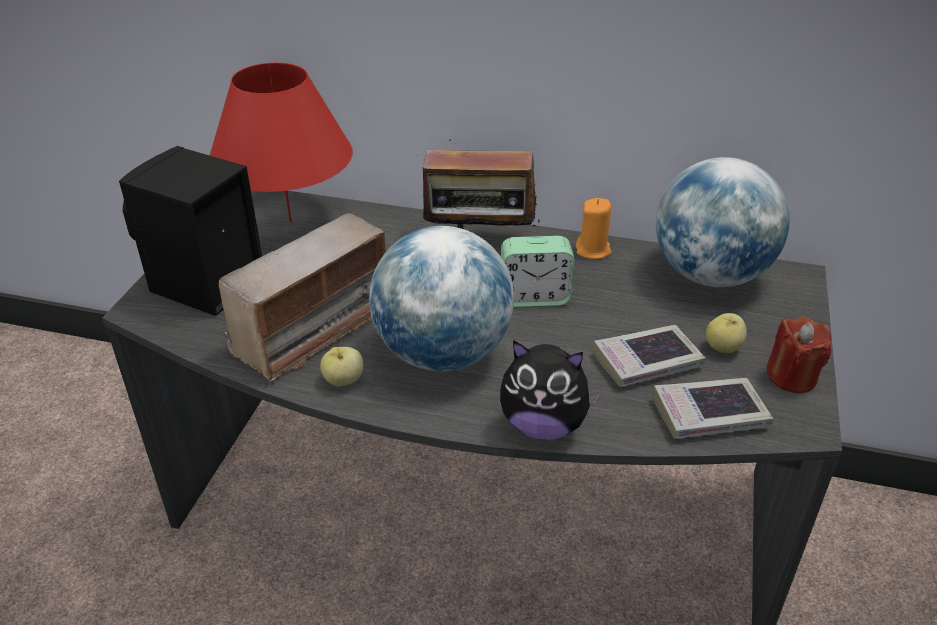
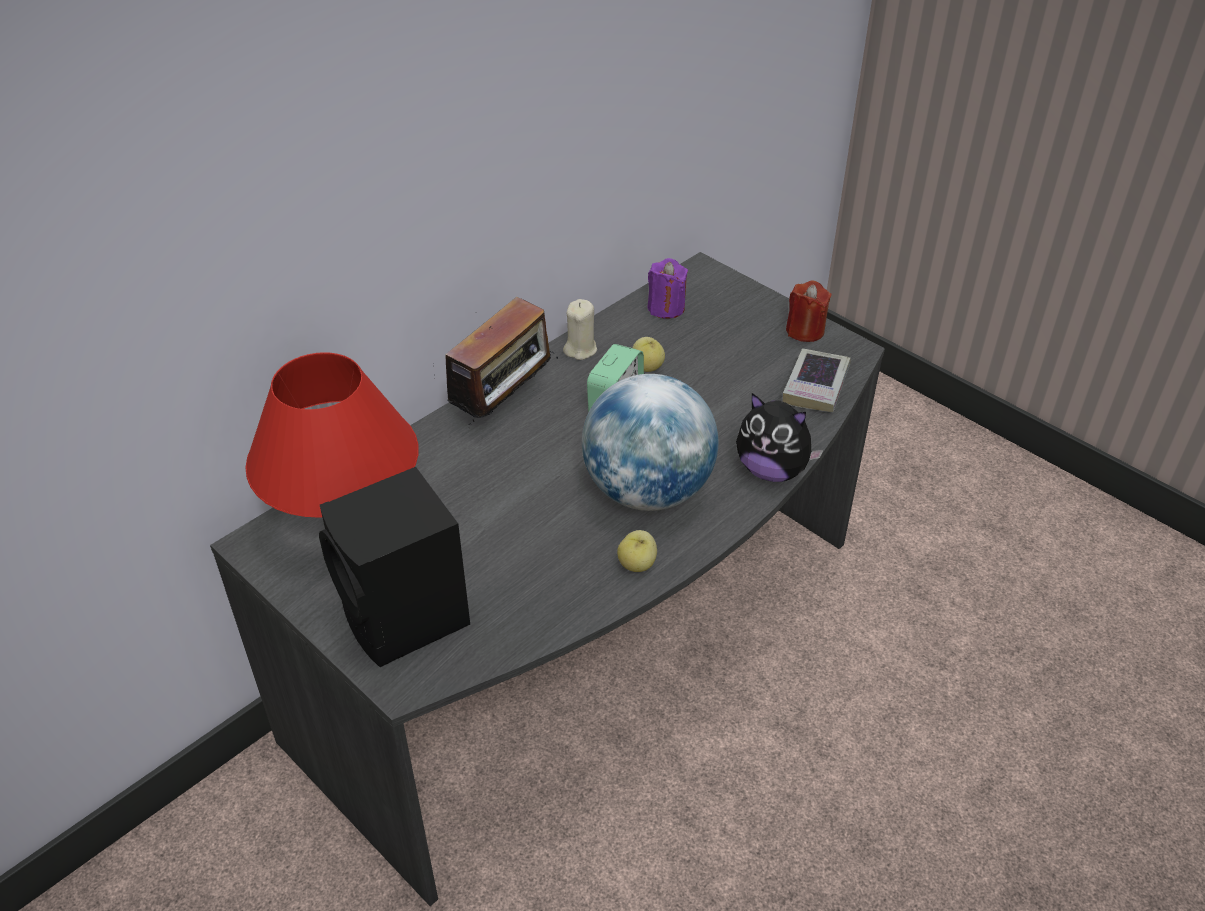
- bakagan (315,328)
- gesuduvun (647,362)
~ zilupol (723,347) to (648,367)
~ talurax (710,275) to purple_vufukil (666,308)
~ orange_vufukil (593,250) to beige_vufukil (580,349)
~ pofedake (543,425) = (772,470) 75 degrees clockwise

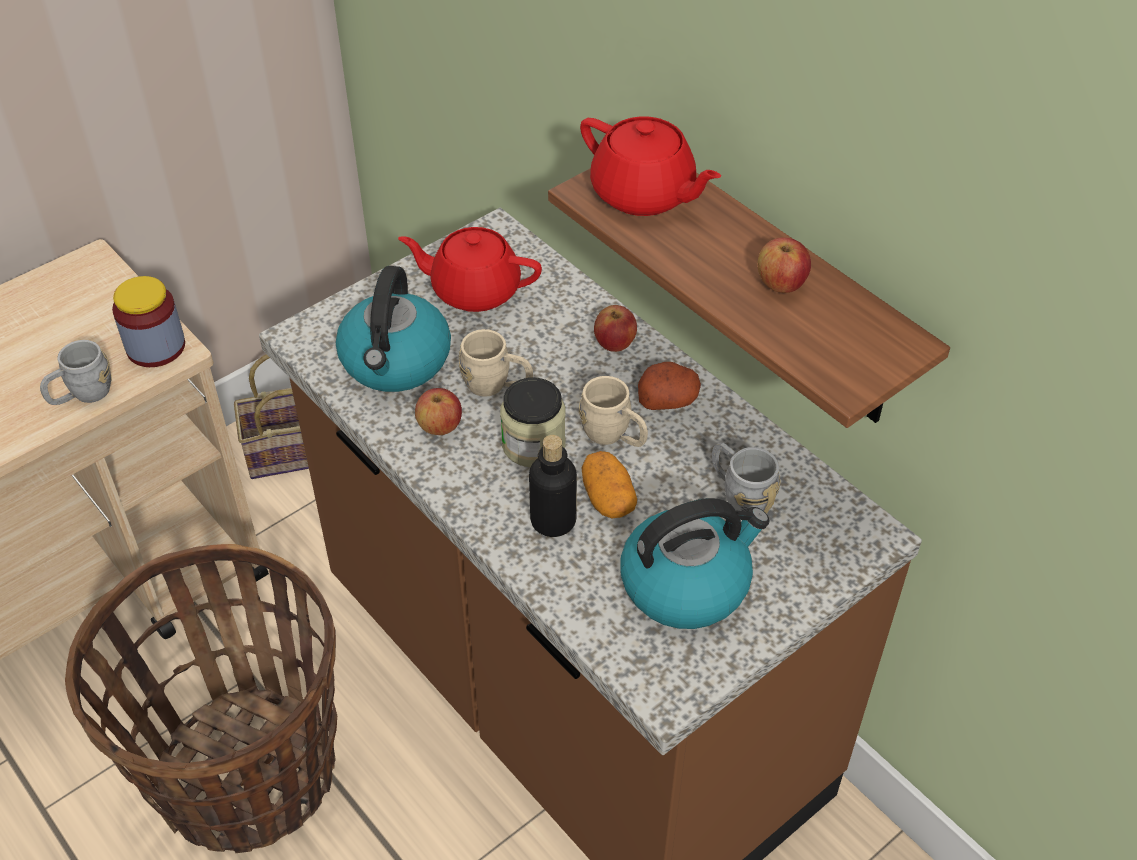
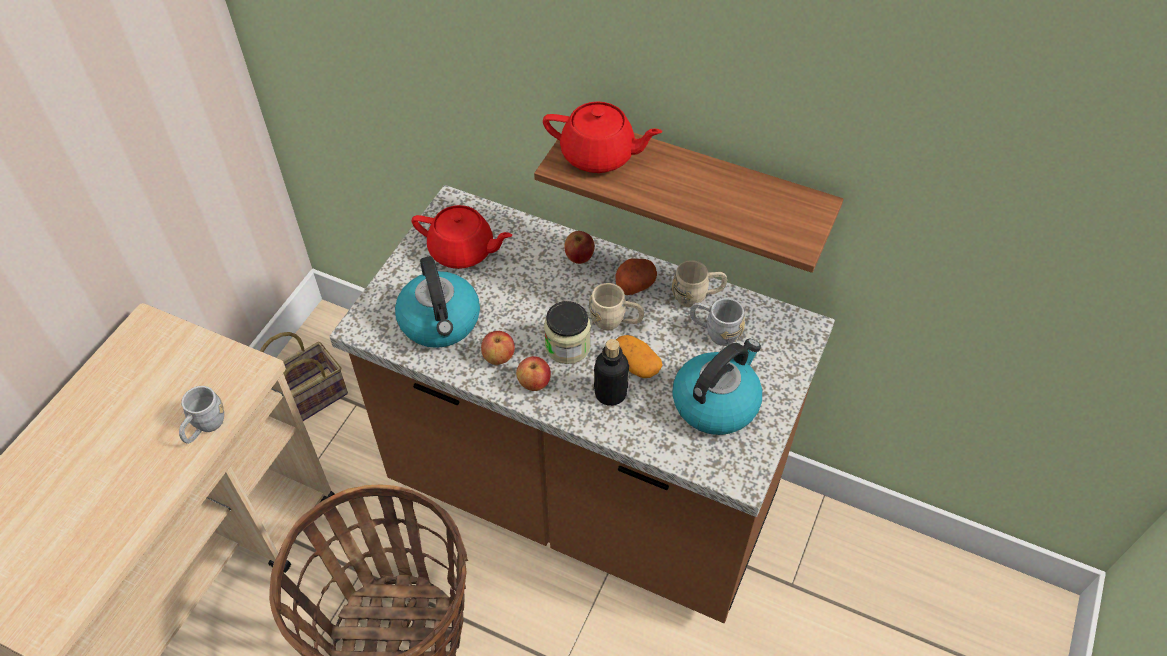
- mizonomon (156,347)
~ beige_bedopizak (496,386) to (697,296)
~ zilupol (781,284) to (534,383)
~ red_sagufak (474,290) = (463,251) 150 degrees counterclockwise

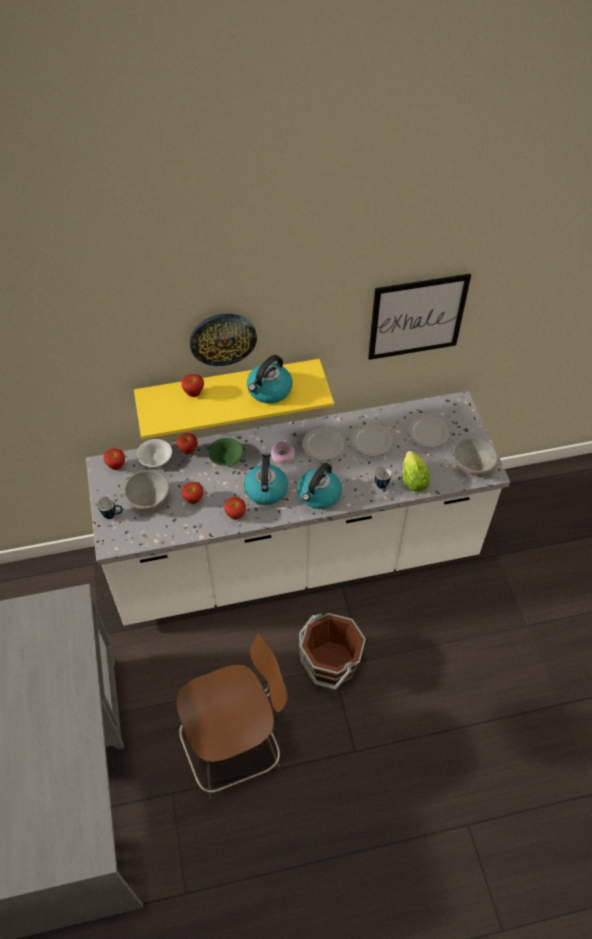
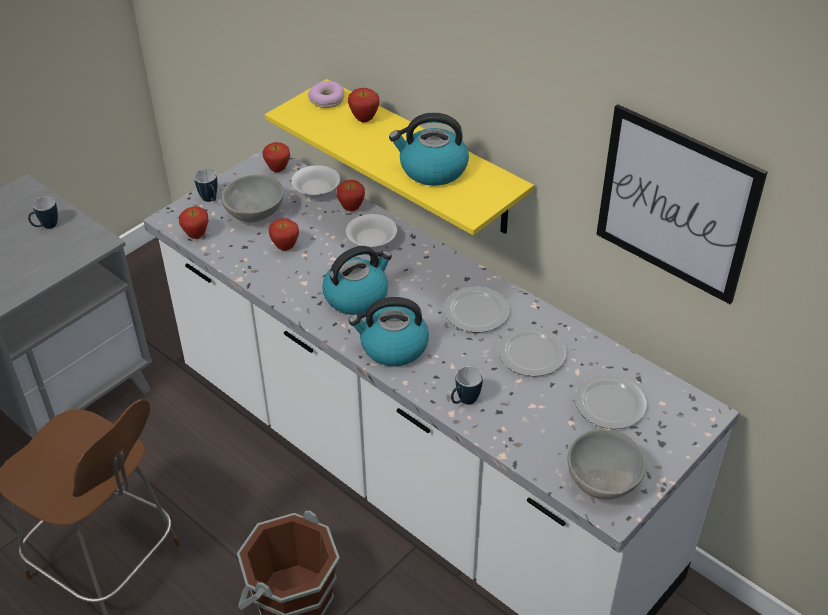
- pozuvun (223,338)
- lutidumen (413,478)
+ bedopizak (46,227)
~ zilupol (236,516) to (196,235)
~ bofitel (283,455) to (327,100)
~ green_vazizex (226,457) to white_vazizex (371,241)

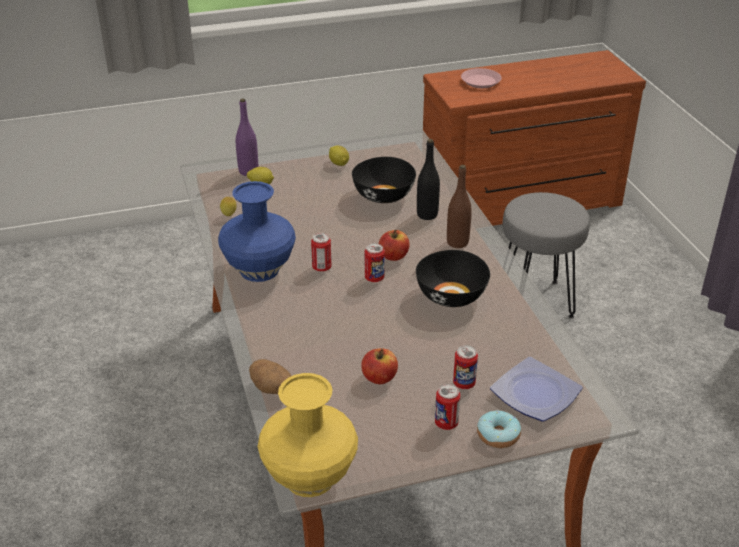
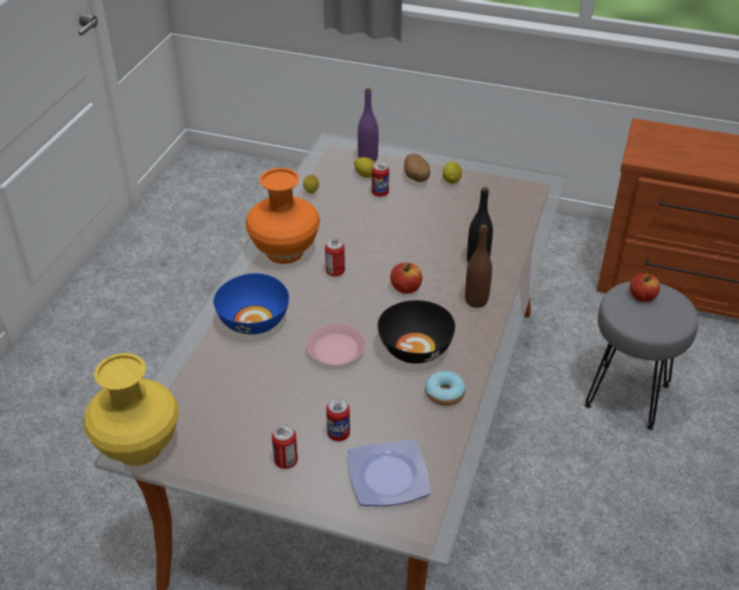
- black_vazizex (383,196)
+ blue_vazizex (254,321)
~ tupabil (272,389) to (417,178)
~ zilupol (379,377) to (642,297)
~ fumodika (374,278) to (380,193)
~ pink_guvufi (480,81) to (335,349)
~ bofitel (498,435) to (444,393)
~ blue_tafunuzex (260,270) to orange_tafunuzex (285,252)

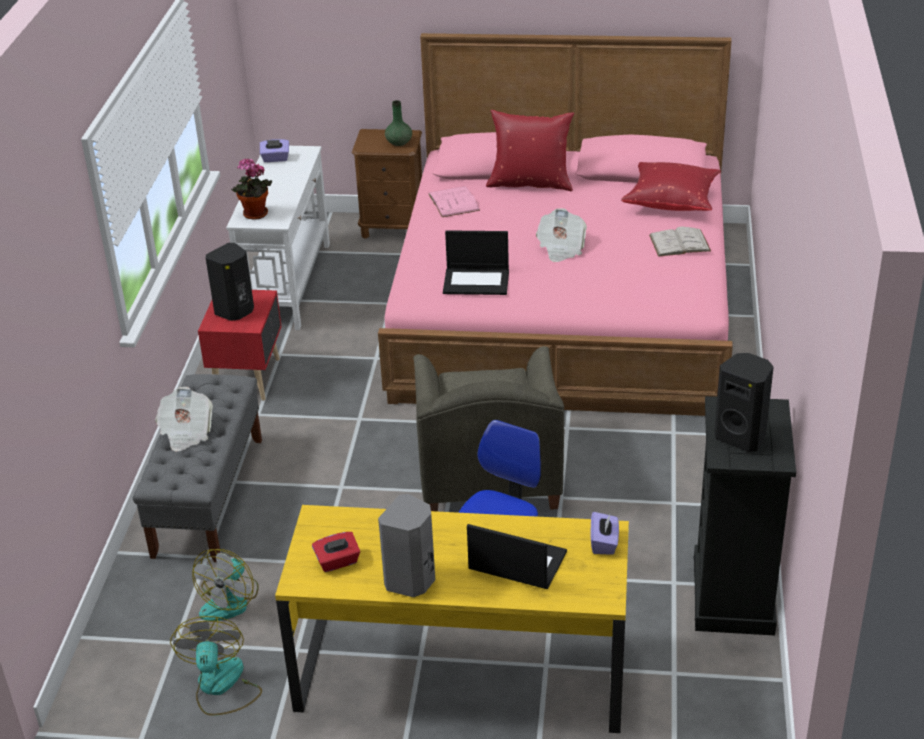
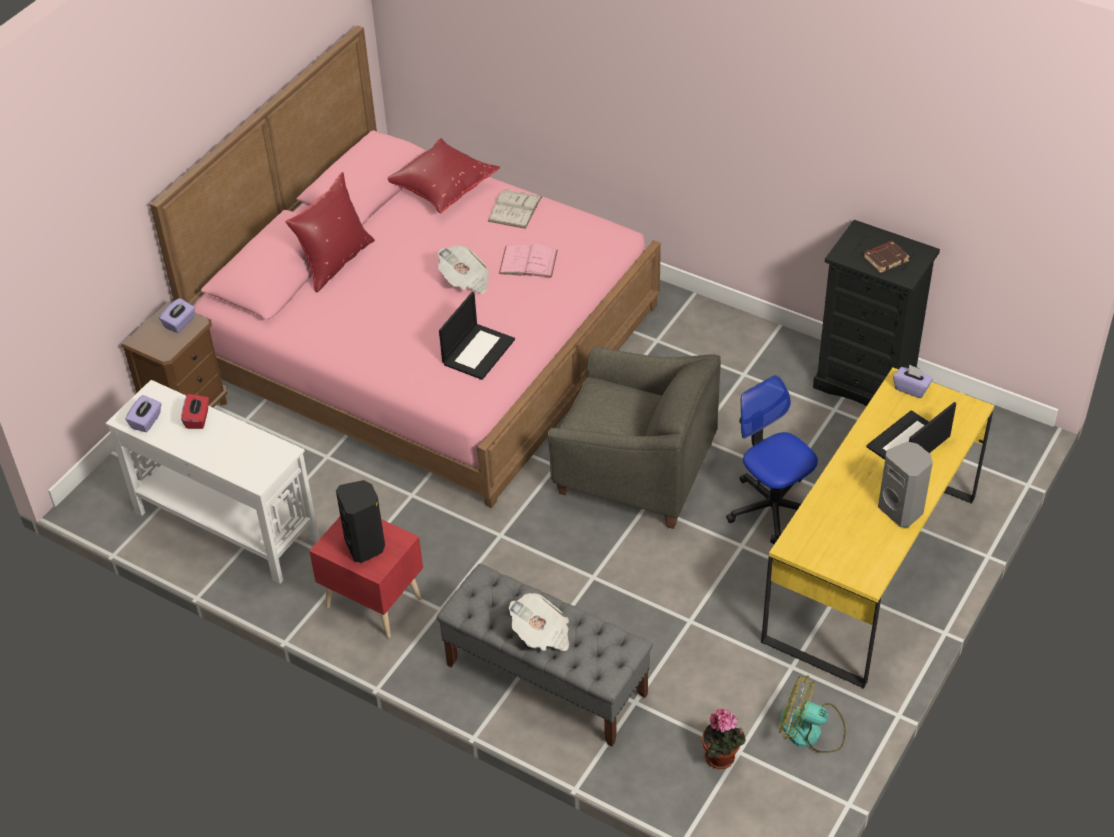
- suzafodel (230,600)
~ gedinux (254,215) to (722,759)
~ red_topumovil (337,562) to (198,419)
~ pink_gesuduvun (453,202) to (528,262)
~ green_tafunuzex (399,142) to purple_topumovil (180,323)
~ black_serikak (741,437) to brown_gesuduvun (885,259)

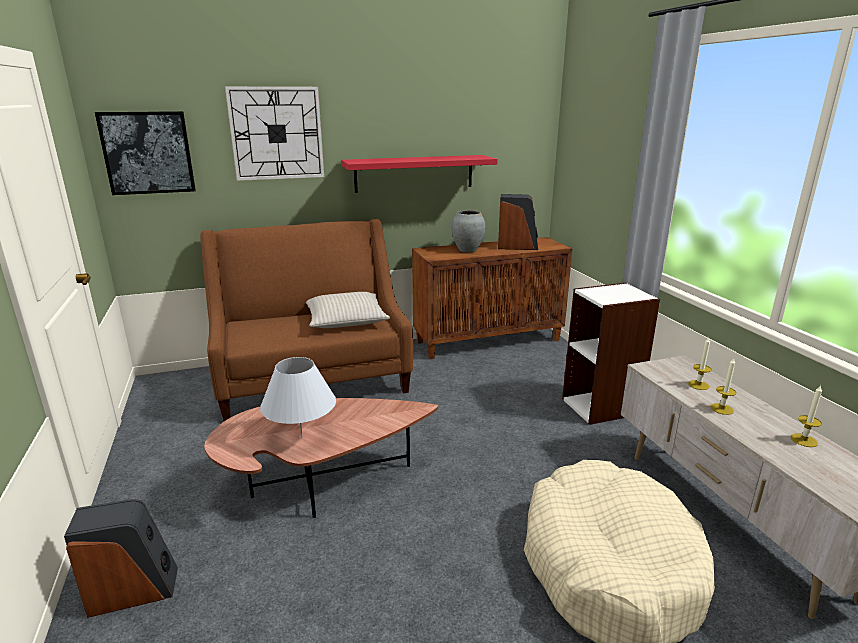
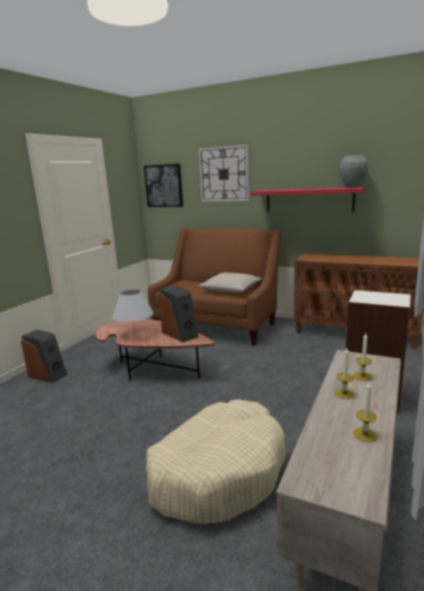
~ grey_tafunuzex (467,250) to (352,187)
~ serikak (517,246) to (180,334)

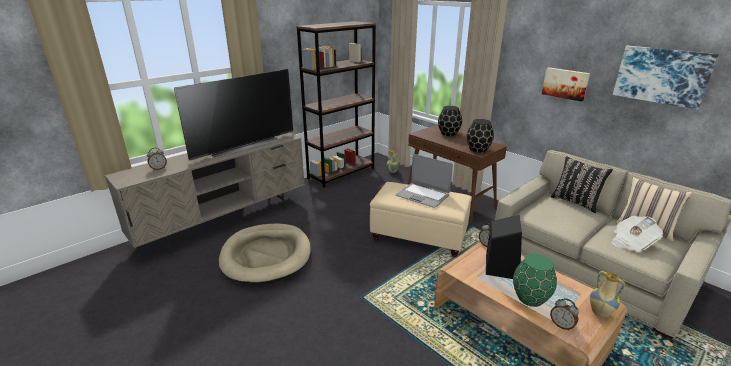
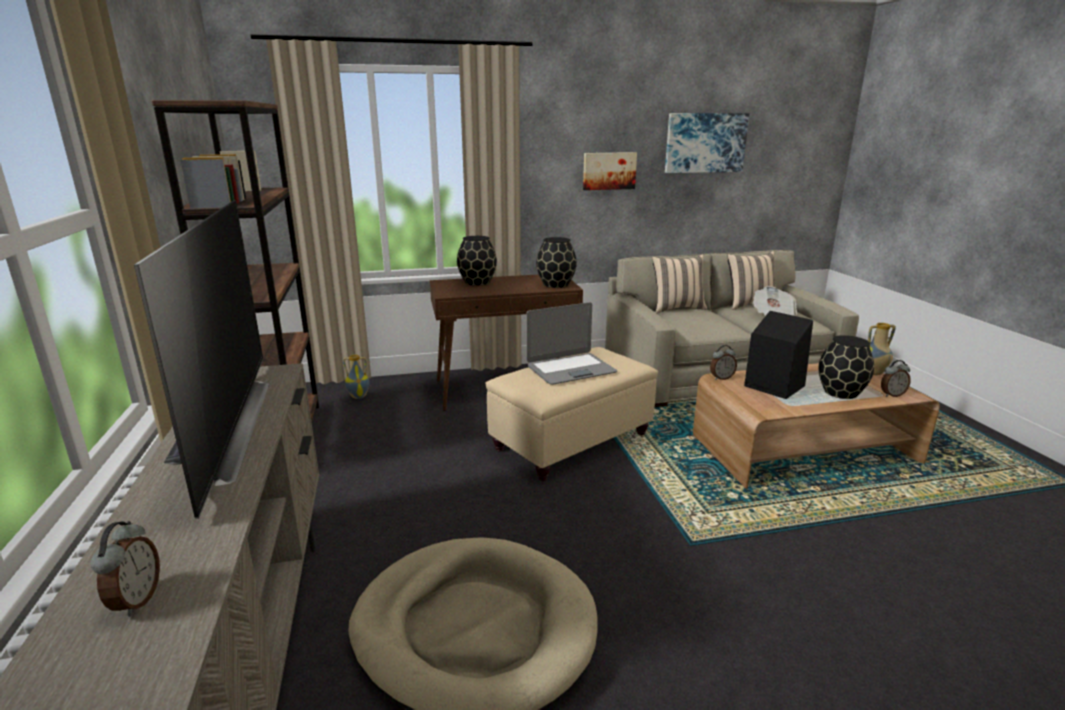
~ green_tafunuzex (530,297) to black_tafunuzex (840,392)
~ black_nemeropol (575,202) to beige_nemeropol (677,308)

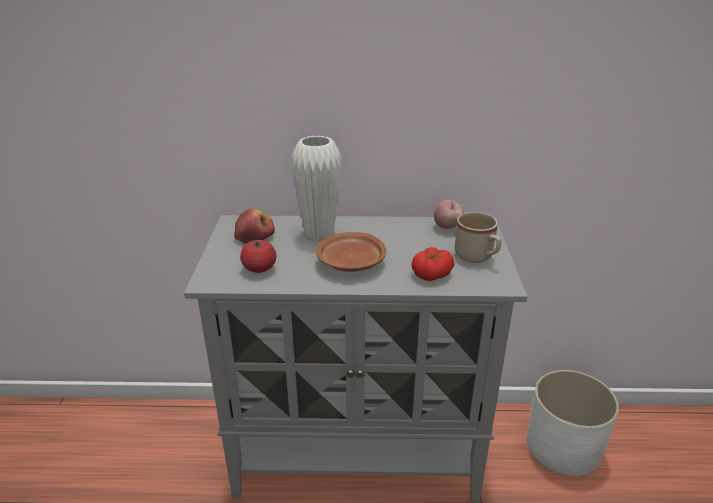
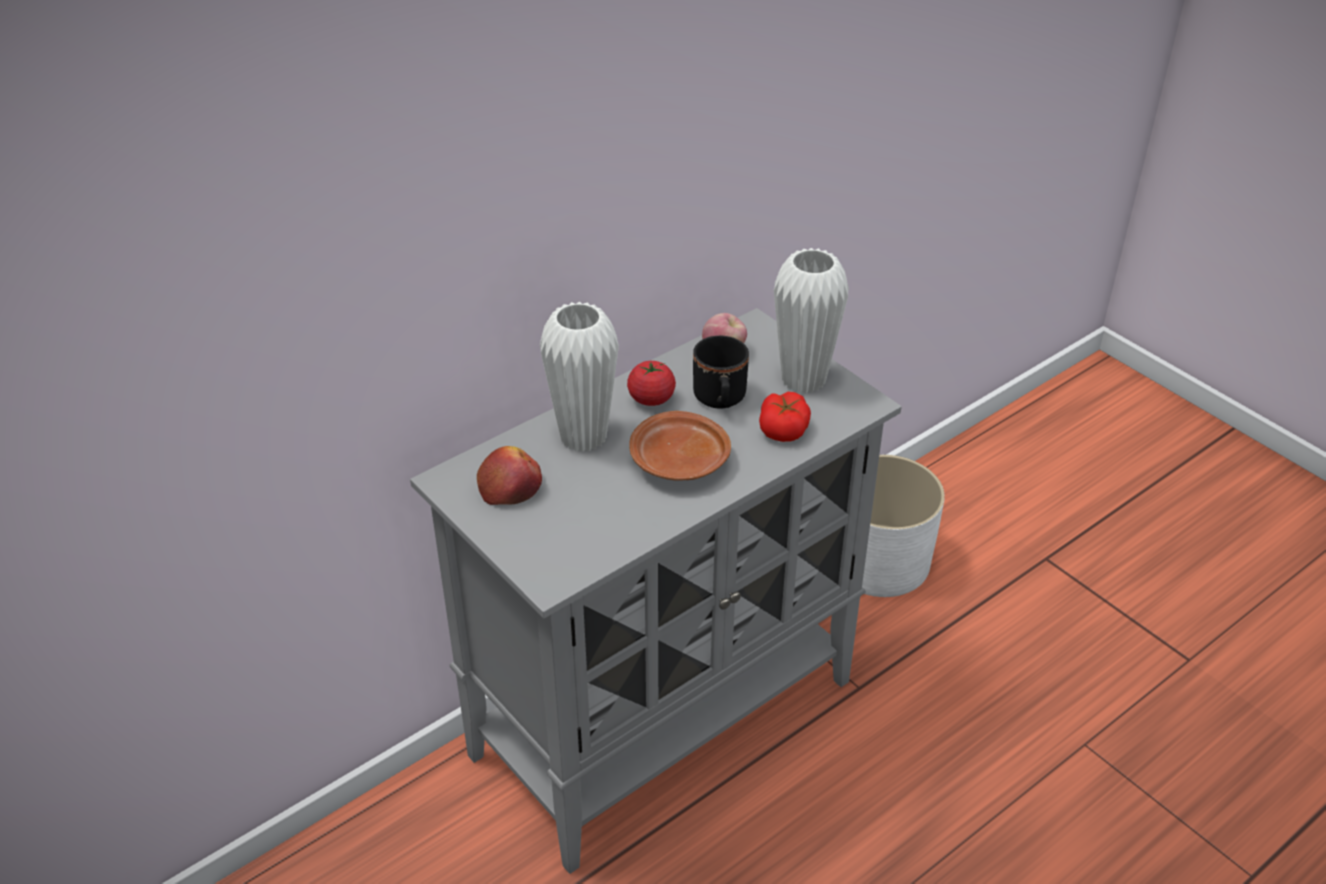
+ black_bedopizak (720,400)
~ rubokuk (259,268) to (651,399)
~ beige_bedopizak (477,257) to white_tafunuzex (803,380)

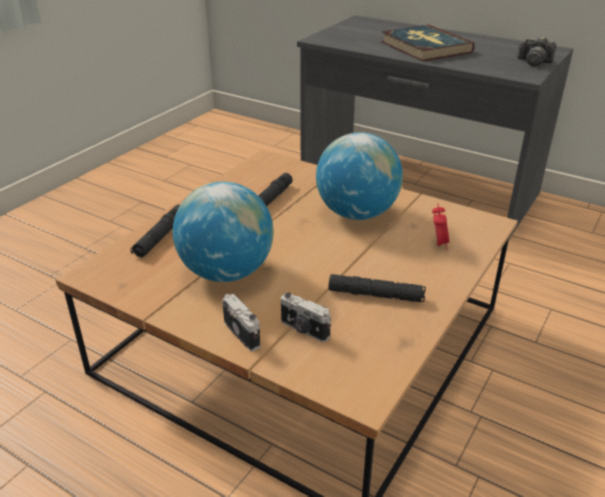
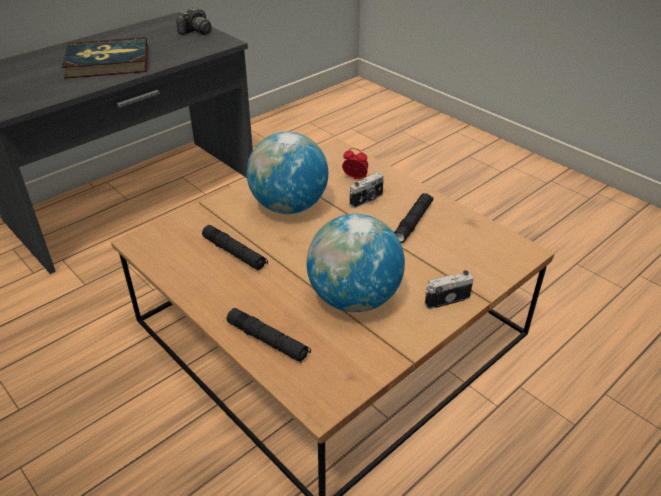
~ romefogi (304,330) to (367,200)

